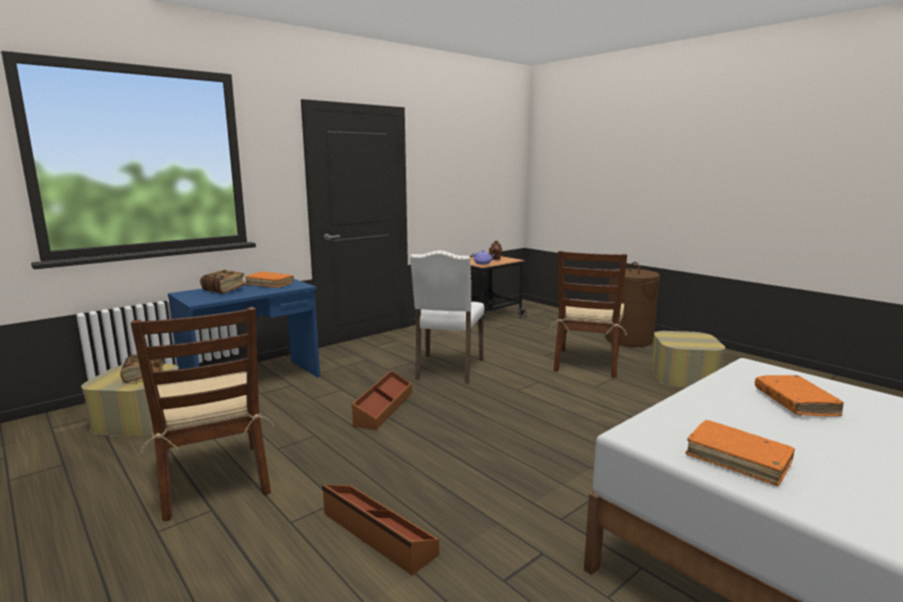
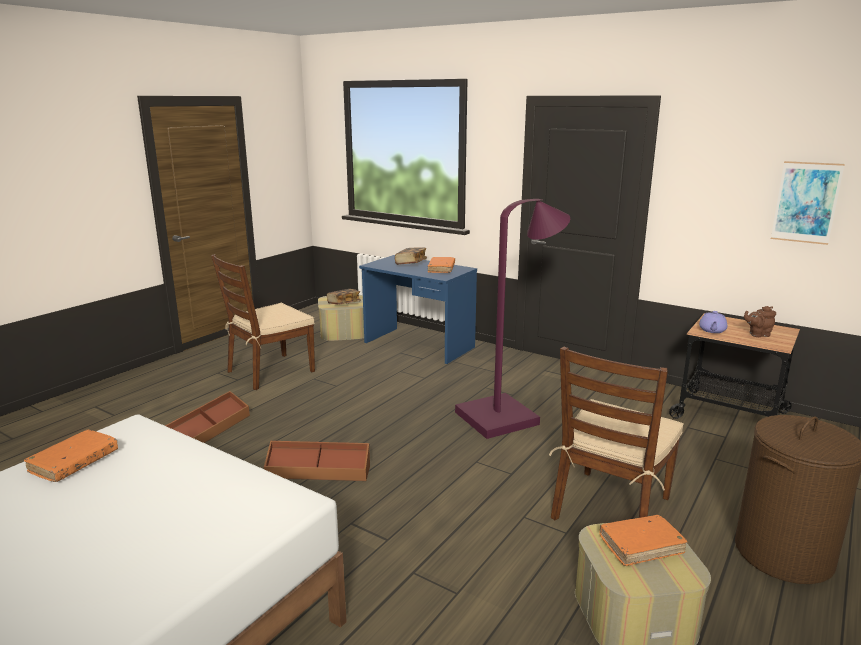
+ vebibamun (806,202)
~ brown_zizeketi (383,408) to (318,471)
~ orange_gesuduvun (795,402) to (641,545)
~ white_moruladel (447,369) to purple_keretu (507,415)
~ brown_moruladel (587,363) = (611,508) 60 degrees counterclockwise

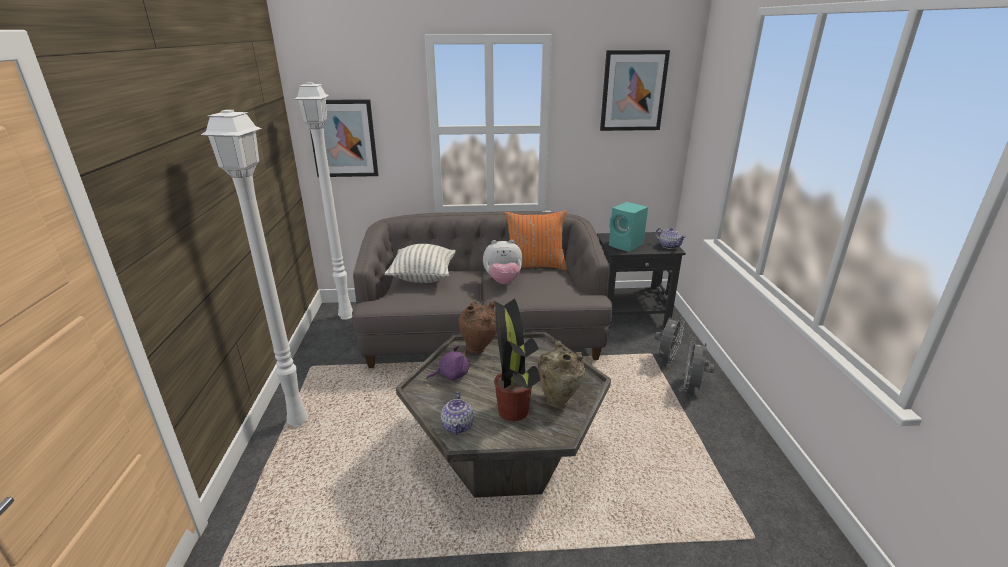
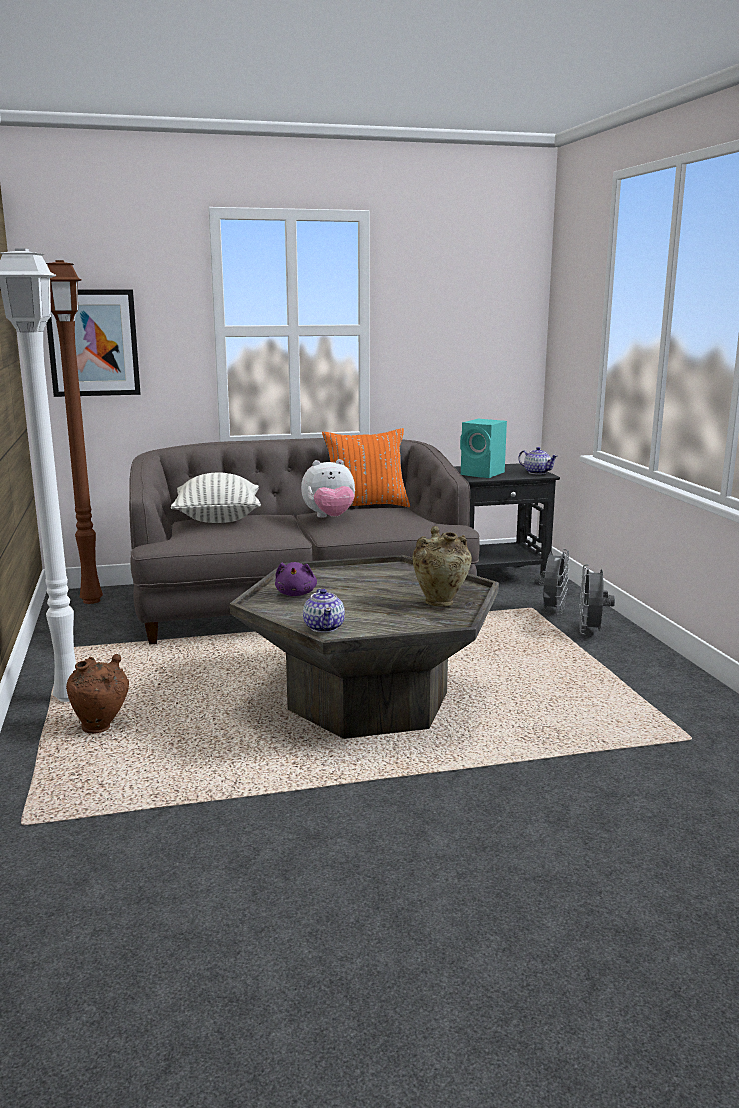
- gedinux (513,409)
- vebibamun (633,91)
~ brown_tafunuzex (479,349) to (101,728)
~ white_keretu (347,316) to brown_keretu (93,600)
~ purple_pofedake (451,375) = (296,594) 120 degrees clockwise

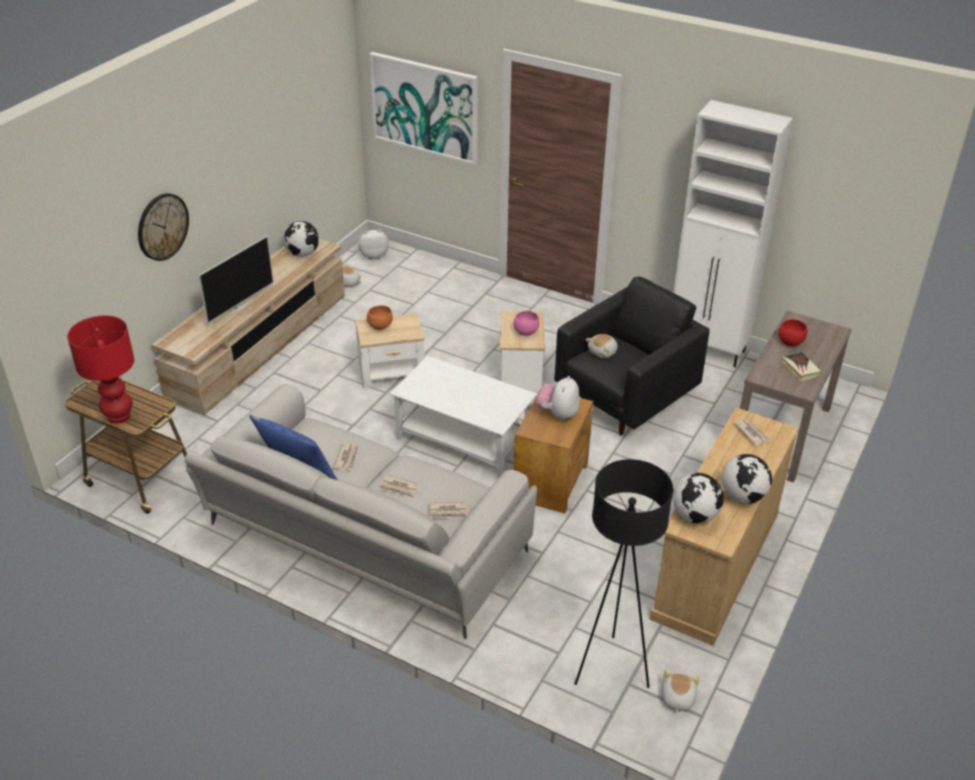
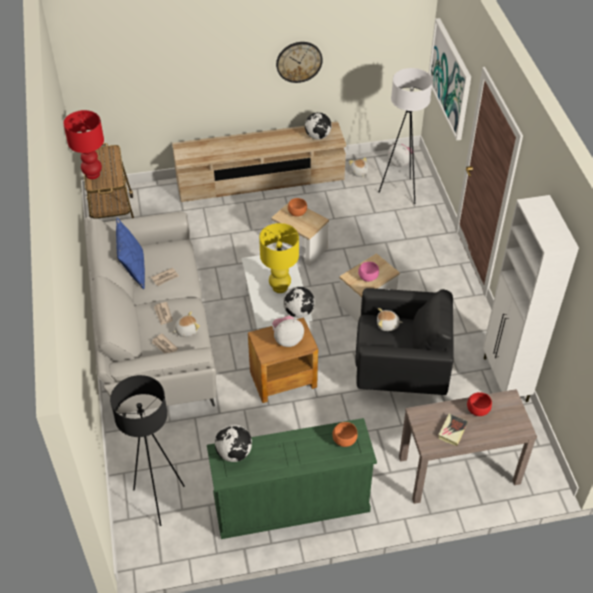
- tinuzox (239,307)
+ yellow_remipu (279,287)
+ white_keretu (400,191)
~ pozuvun (162,226) to (299,61)
~ pofedake (677,699) to (186,330)
~ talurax (742,496) to (299,312)
~ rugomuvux (751,433) to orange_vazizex (344,440)
~ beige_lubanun (716,566) to green_lubanun (290,504)

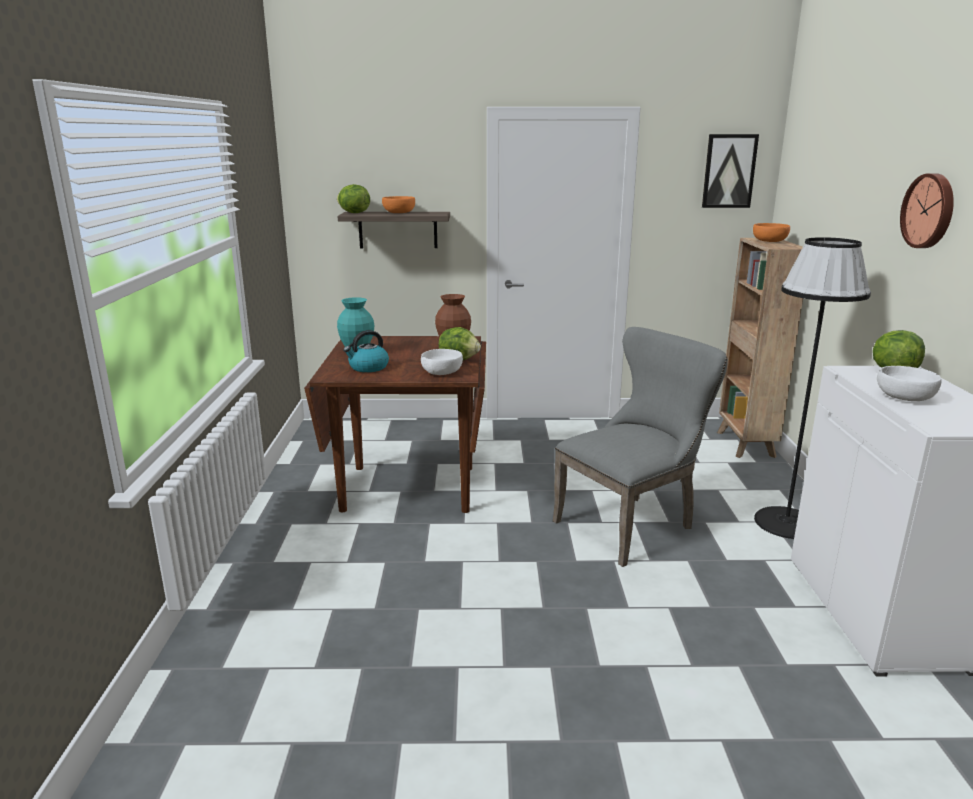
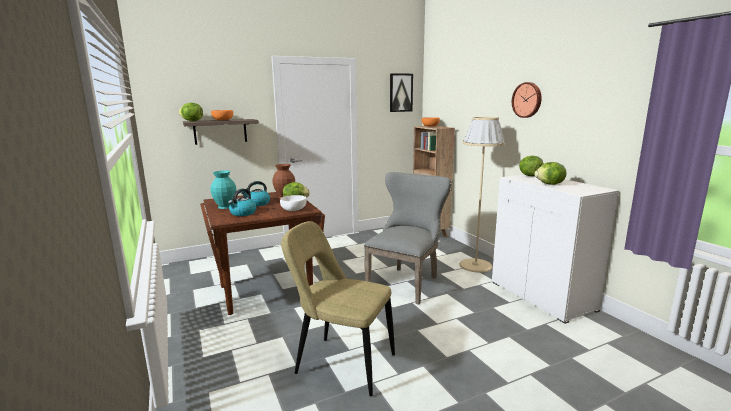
+ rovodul (257,204)
+ beige_moruladel (341,363)
~ white_vazizex (905,398) to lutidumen (550,184)
~ black_keretu (786,523) to beige_keretu (475,265)

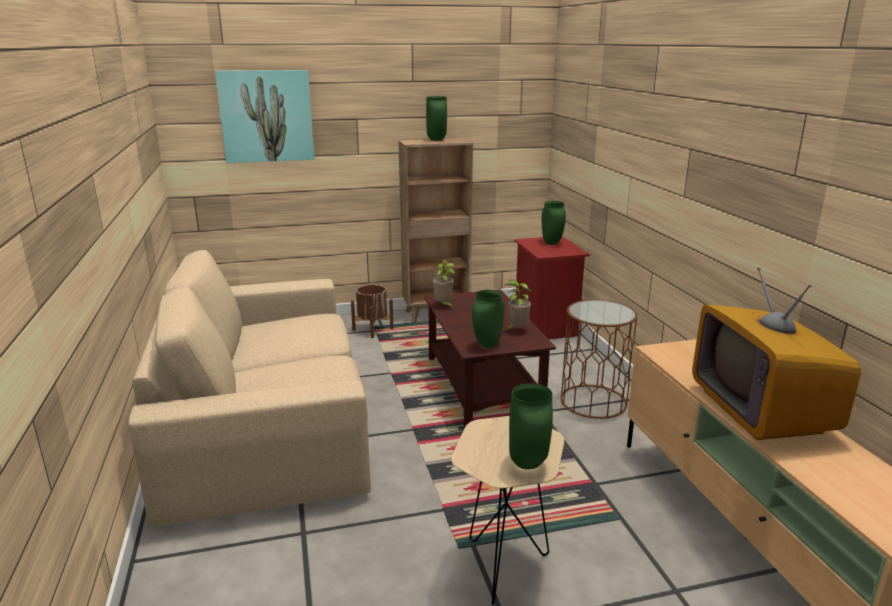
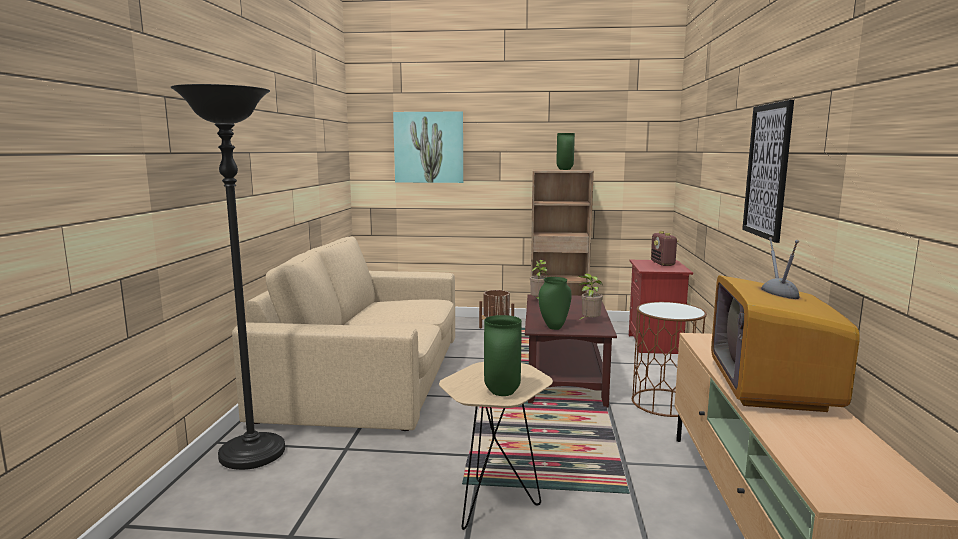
+ black_keretu (252,454)
+ vebibamun (767,171)
~ green_tafunuzex (552,243) to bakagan (663,264)

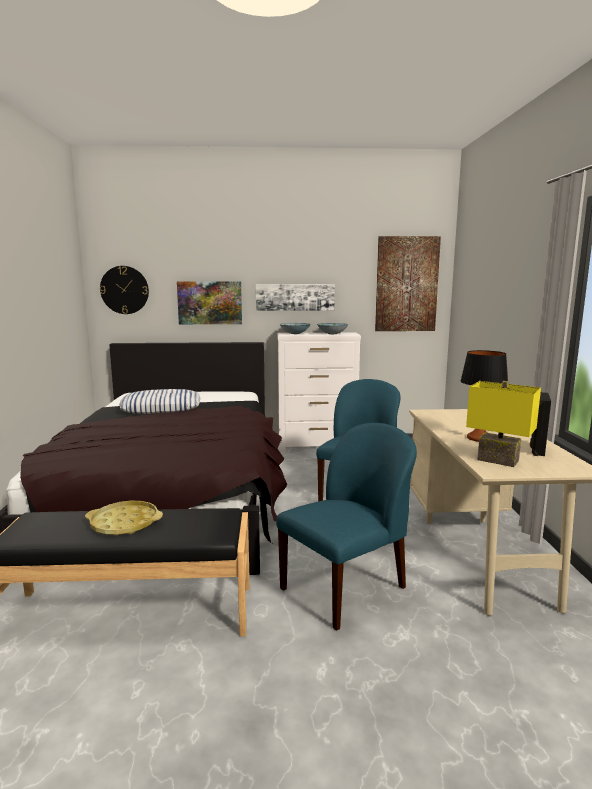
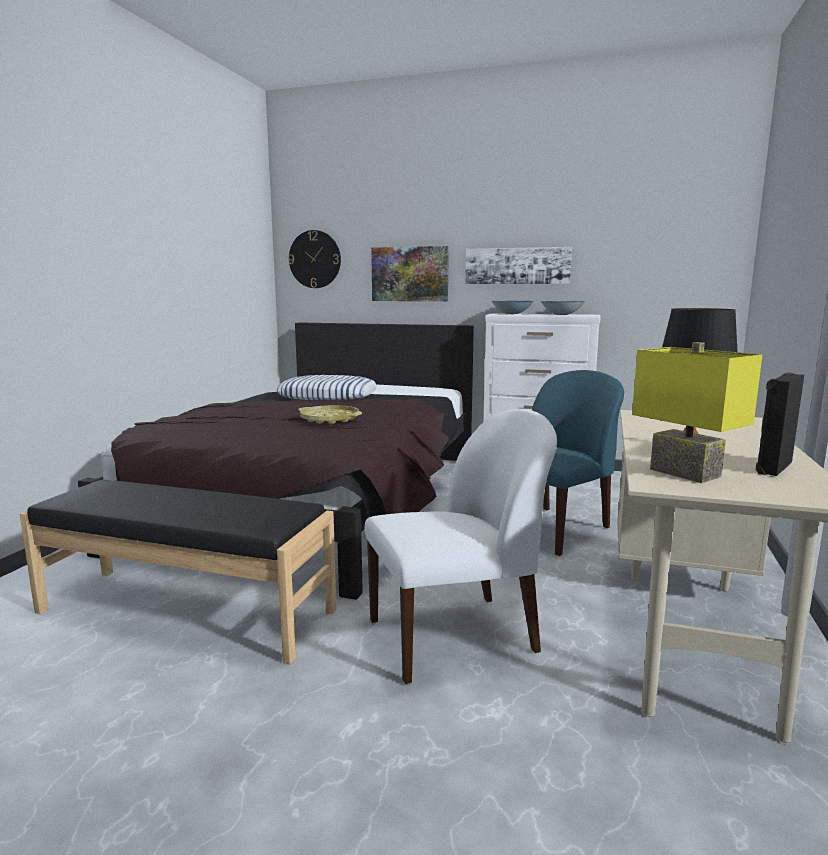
- vebibamun (406,284)
~ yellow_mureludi (124,523) to (330,419)
~ blue_moruladel (345,587) to white_moruladel (455,636)

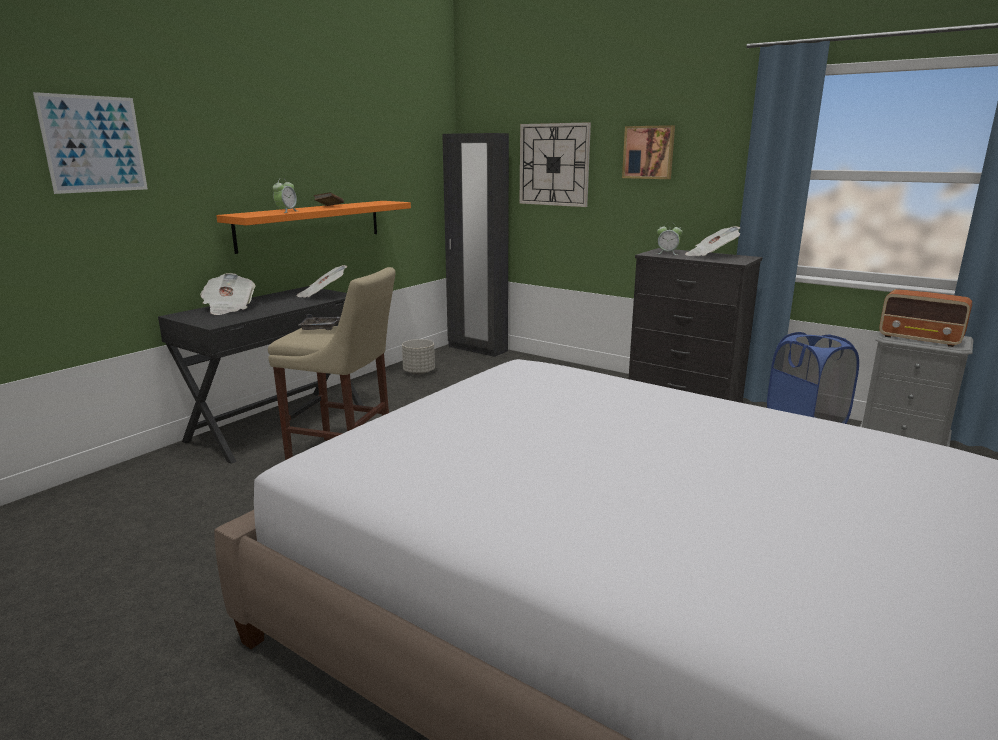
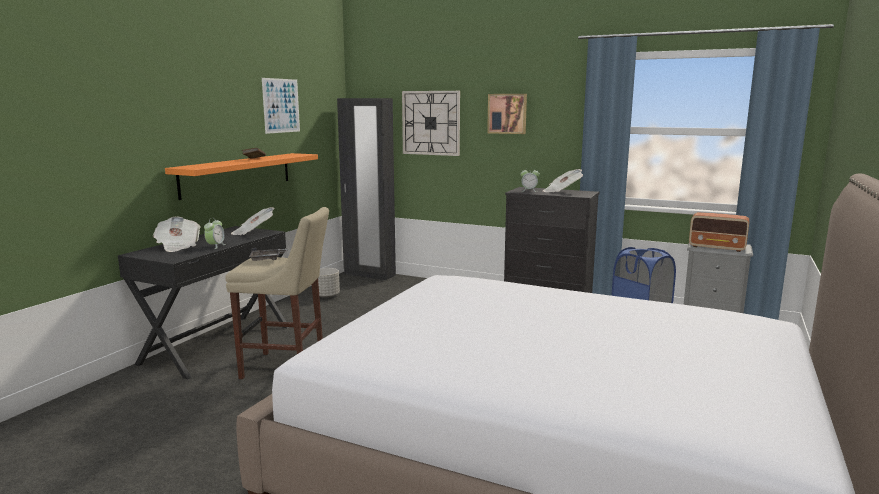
~ vebibamun (94,144) to (281,105)
~ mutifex (286,211) to (215,246)

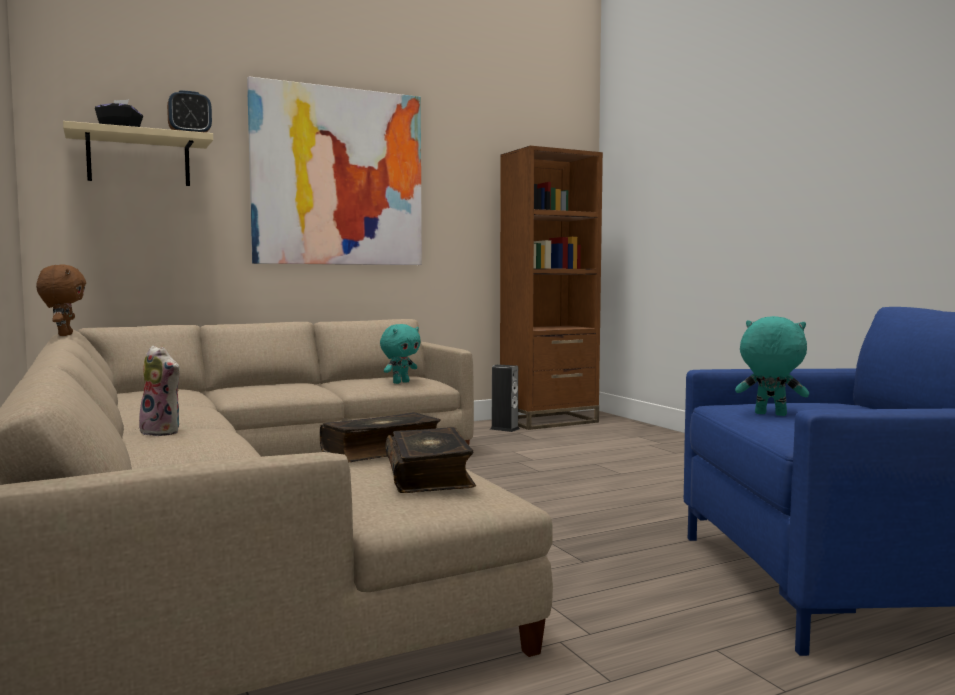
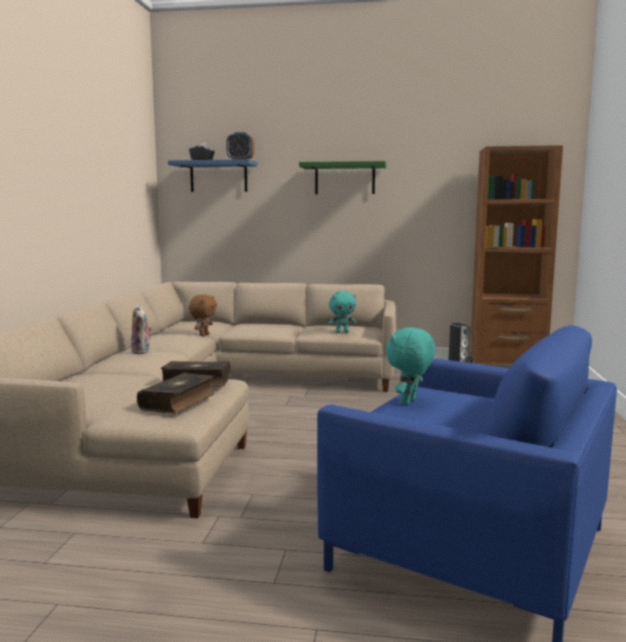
~ brown_pofedake (63,335) to (203,335)
~ vebibamun (338,177) to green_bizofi (344,179)
~ beige_bizofi (139,160) to blue_bizofi (218,177)
~ turquoise_pofedake (770,414) = (409,402) 120 degrees counterclockwise

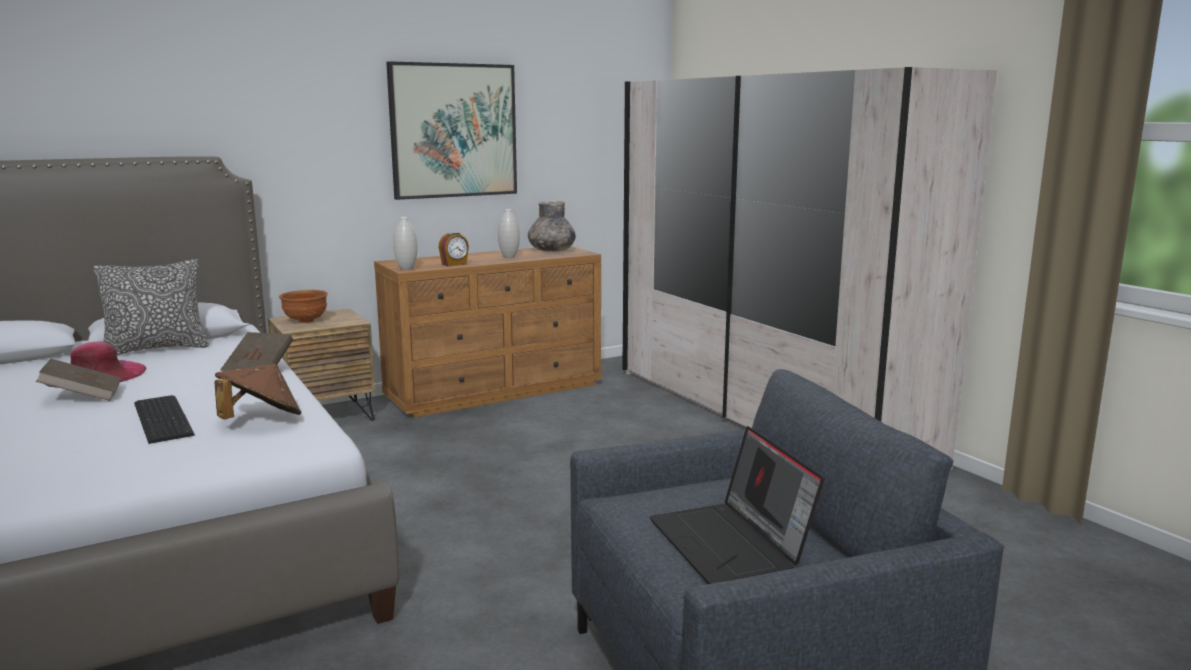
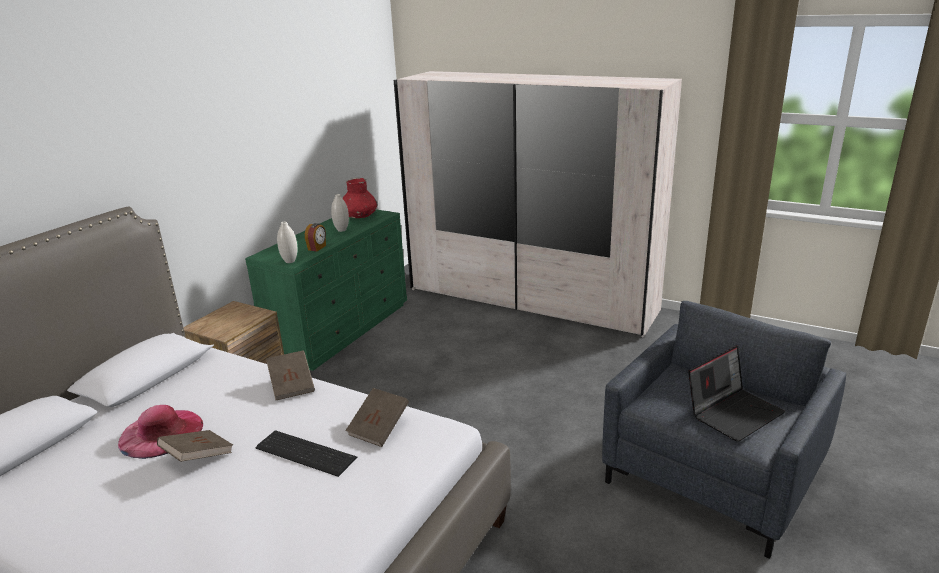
- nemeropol (157,349)
- brown_vazizex (305,321)
- vebibamun (453,131)
~ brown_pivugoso (260,421) to brown_gesuduvun (379,428)
~ brown_lubanun (496,391) to green_lubanun (342,329)
~ grey_tafunuzex (551,251) to red_tafunuzex (359,216)
~ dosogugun (732,544) = (733,412) 75 degrees counterclockwise

